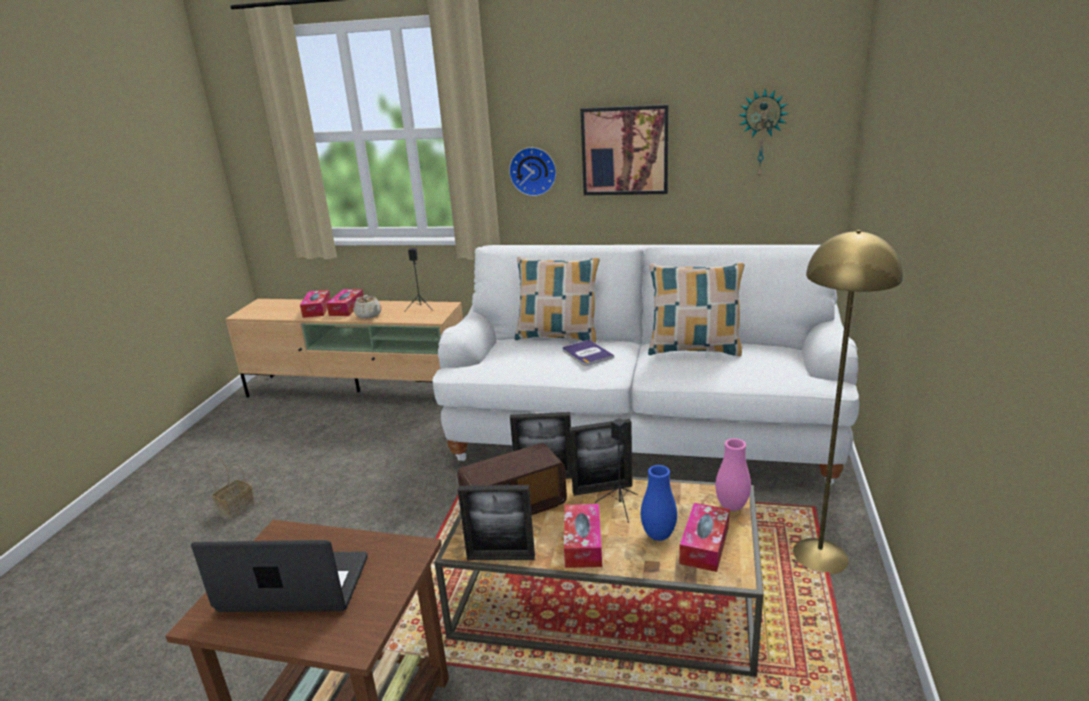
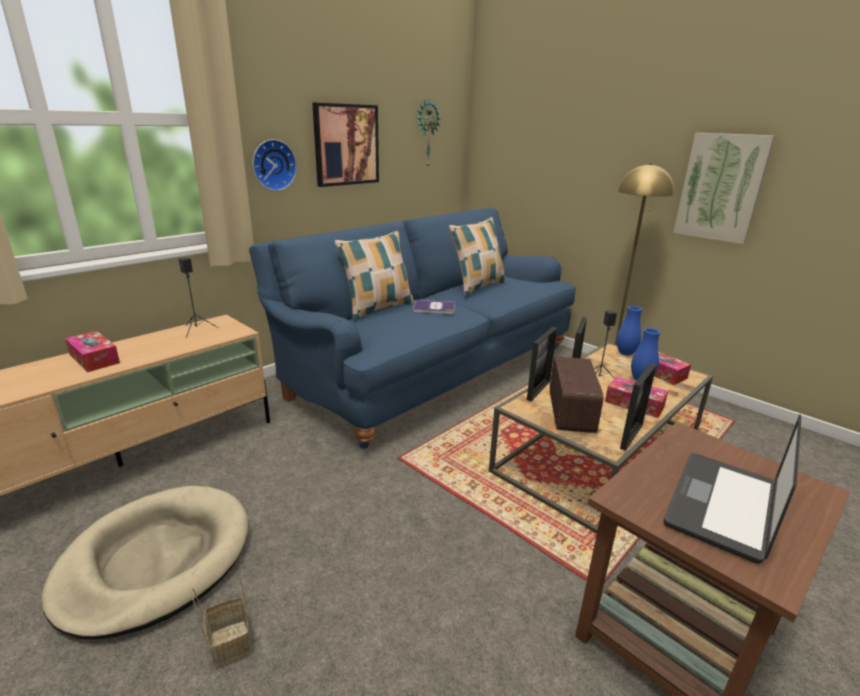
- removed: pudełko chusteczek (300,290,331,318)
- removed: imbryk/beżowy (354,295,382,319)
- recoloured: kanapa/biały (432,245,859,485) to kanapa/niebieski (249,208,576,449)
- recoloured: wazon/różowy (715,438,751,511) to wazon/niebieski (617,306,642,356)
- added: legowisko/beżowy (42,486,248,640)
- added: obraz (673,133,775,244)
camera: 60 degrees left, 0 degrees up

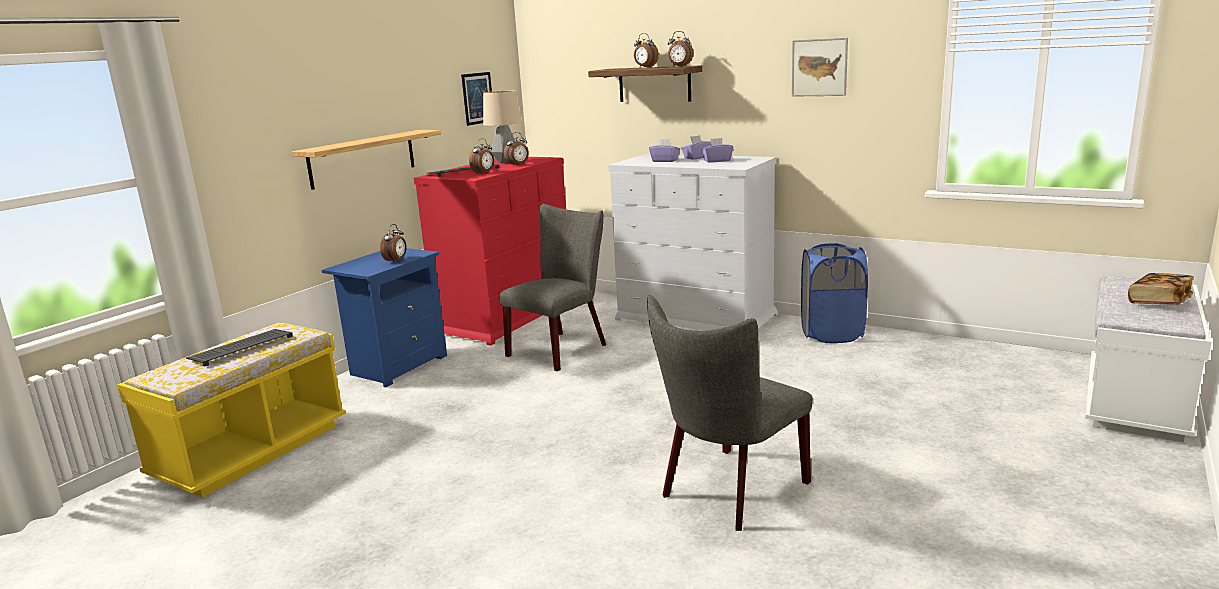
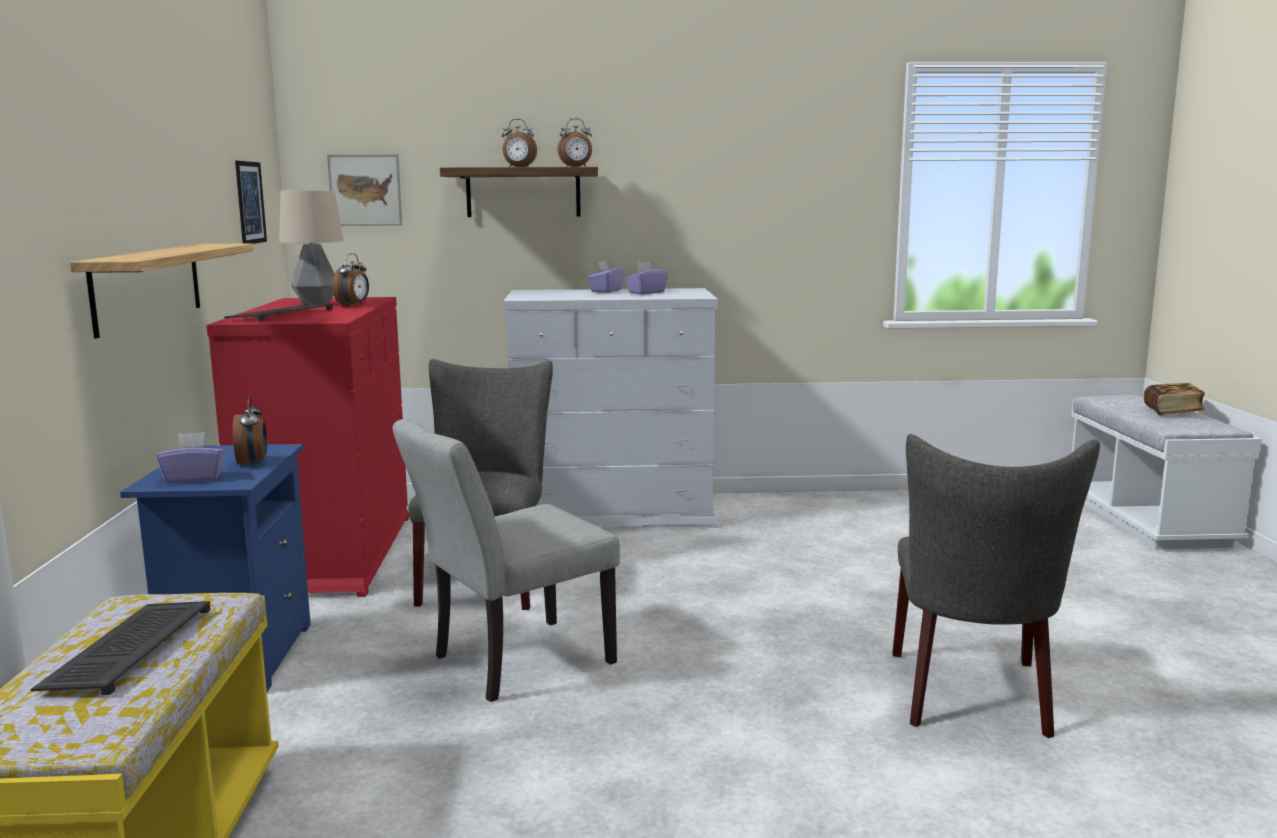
- removed: budzik (469,139,494,174)
- moved: pudełko chusteczek/fioletowy (649,139,680,162) to (156,432,226,483)
- moved: obraz (792,38,848,97) to (327,154,402,226)
- removed: kosz na pranie/niebieski (801,243,868,343)
- added: krzesło/szary (392,419,620,702)
camera: 35 degrees left, 5 degrees down

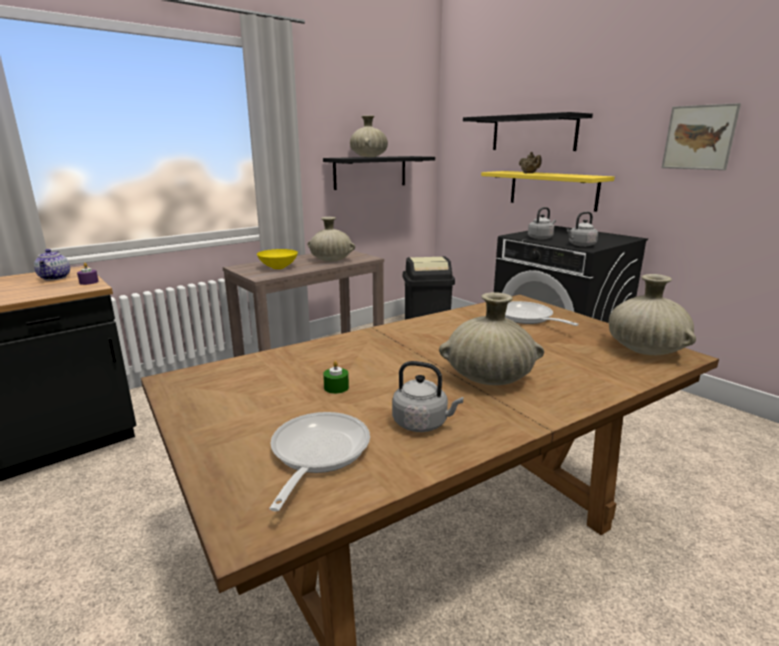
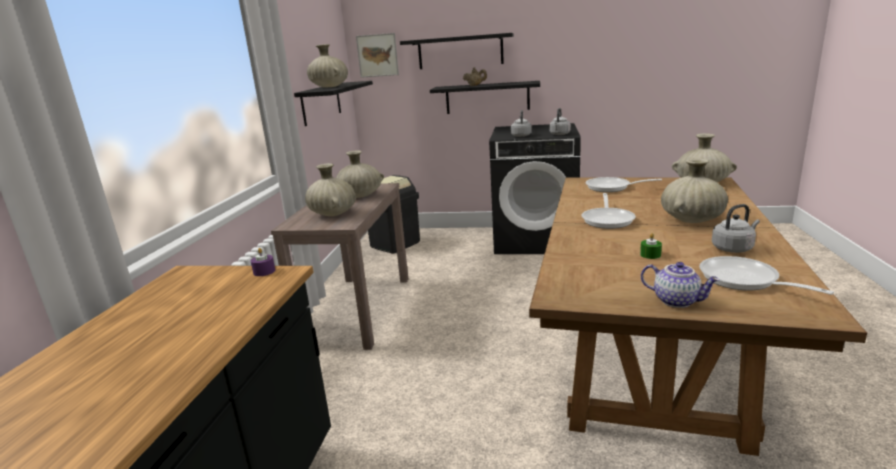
- moved: imbryk (34,249,70,280) to (641,262,720,308)
- replaced: miska/żółty (257,249,298,269) to wazon/beżowy (305,163,356,216)
- recoloured: półka/żółty (481,171,615,212) to półka/czarny (430,81,540,114)
- moved: obraz (662,103,741,170) to (356,33,399,78)
- added: patelnia (581,193,636,229)
camera: 40 degrees left, 0 degrees up

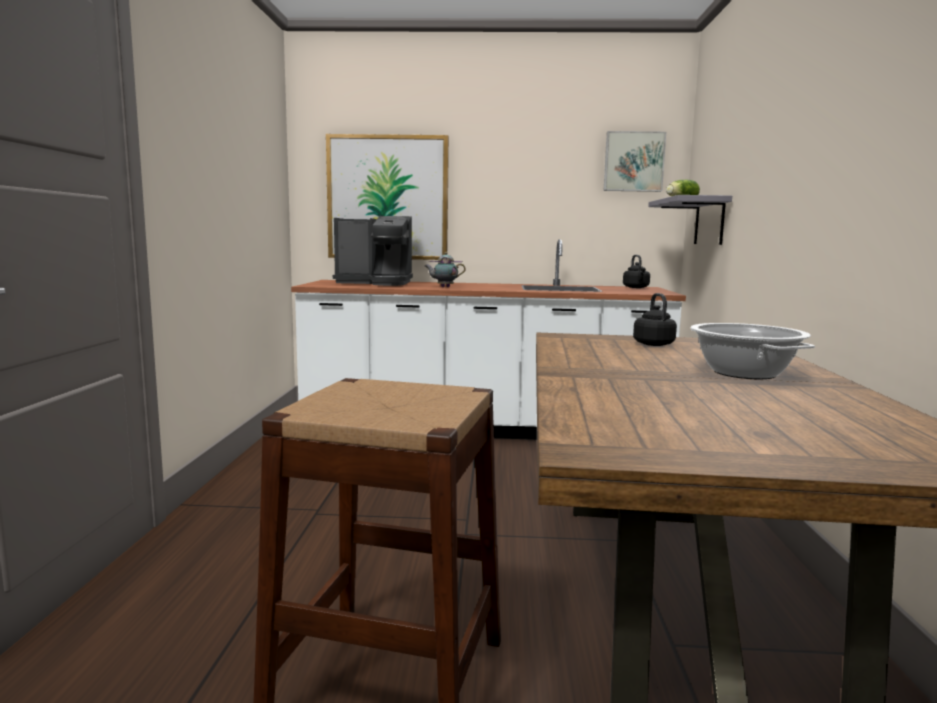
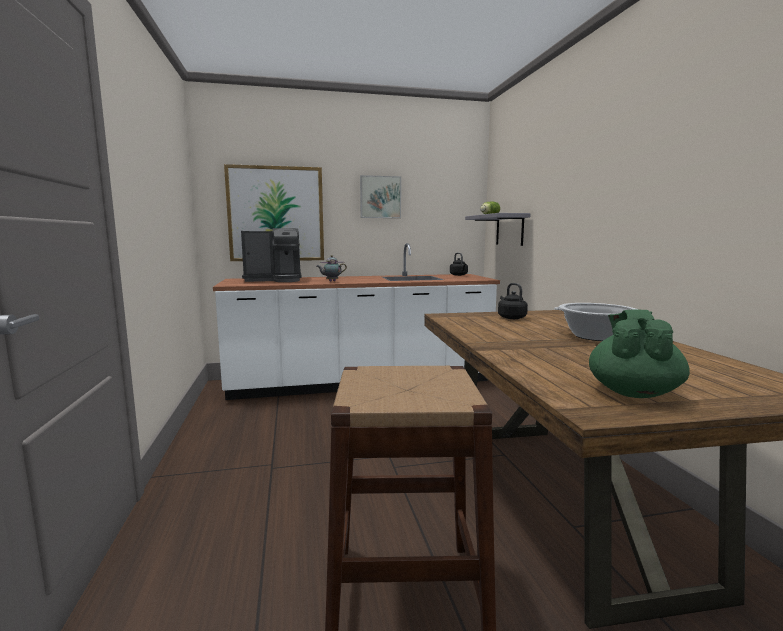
- moved: obraz (603,131,666,192) to (360,175,401,218)
- added: imbryk/zielony (589,309,690,398)
camera: 15 degrees left, 0 degrees up

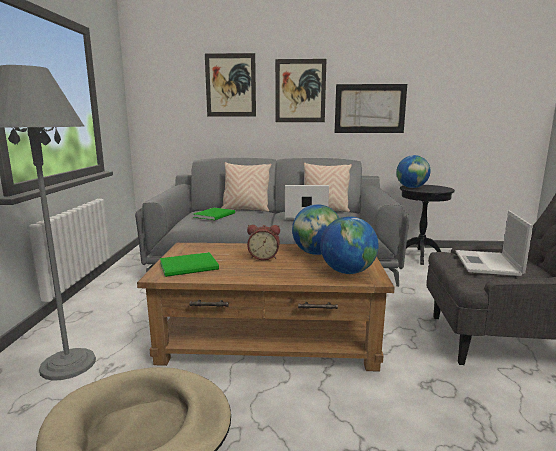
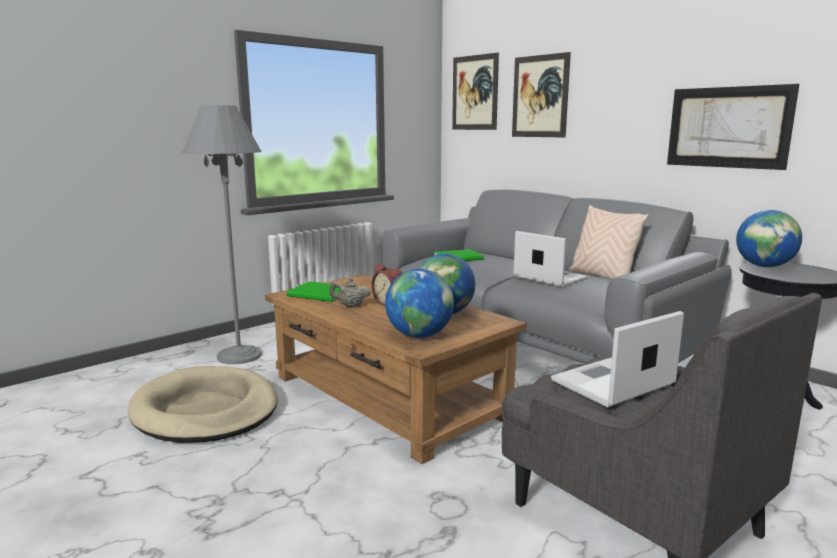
- removed: poduszka/beżowy (222,162,271,212)
- moved: obraz (275,59,326,122) to (452,53,499,130)
- added: imbryk/beżowy (329,278,371,307)
camera: 45 degrees right, 0 degrees up

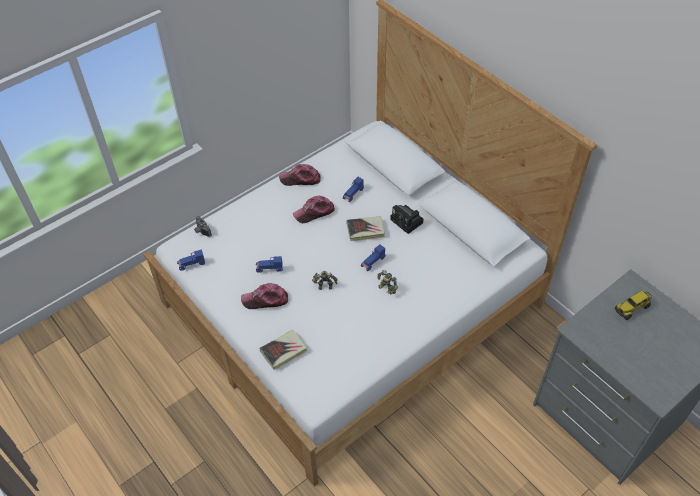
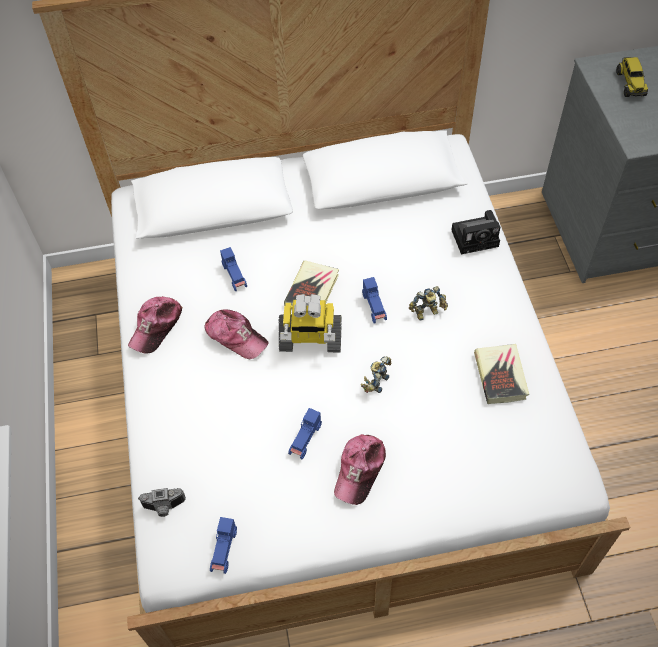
- moved: książka (260,329,307,370) to (474,344,529,404)
- turned: czapka z daszkiem (293,196,335,223) = (204,309,269,359) 60 degrees counterclockwise
- moved: aparat fotograficzny (390,205,423,234) to (451,210,501,254)
- added: robot zabawkowy (279,294,342,353)
camera: 60 degrees left, 5 degrees up

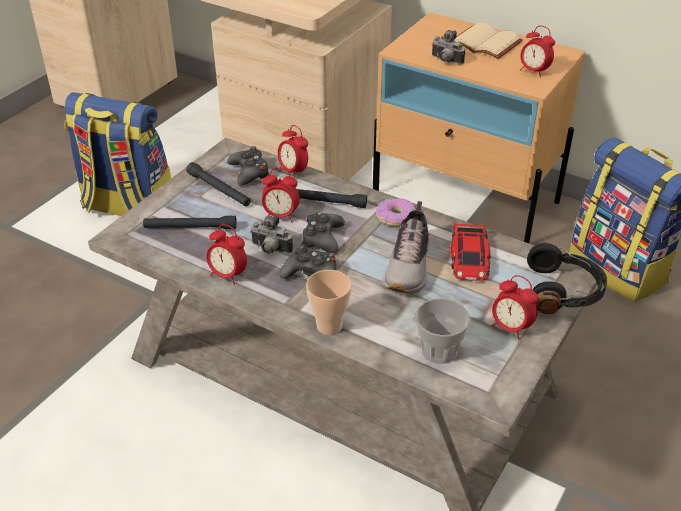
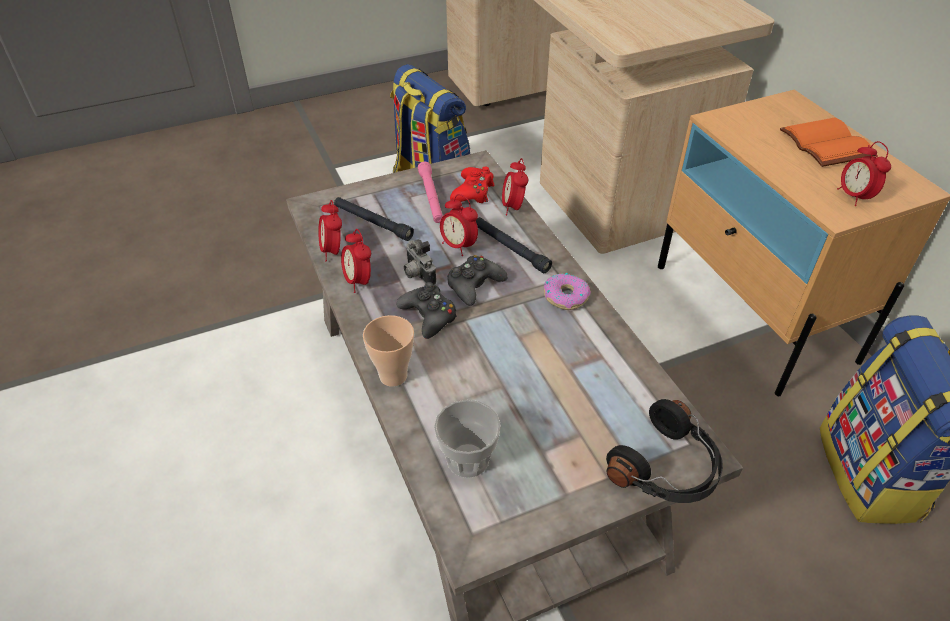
- recoloured: latarka/czarny (186,162,251,206) to latarka/różowy (418,161,443,223)
- recoloured: pad do gier/czarny (227,146,270,186) to pad do gier/czerwony (450,166,494,203)
- removed: but (382,201,429,293)
- removed: aparat fotograficzny (432,30,465,64)
- removed: samochodzik (450,224,491,281)
- recoloured: książka/beżowy (454,23,523,59) to książka/pomarańczowy (780,118,875,167)
- moved: budzik (492,275,539,340) to (318,200,342,261)
camera: 35 degrees right, 5 degrees up

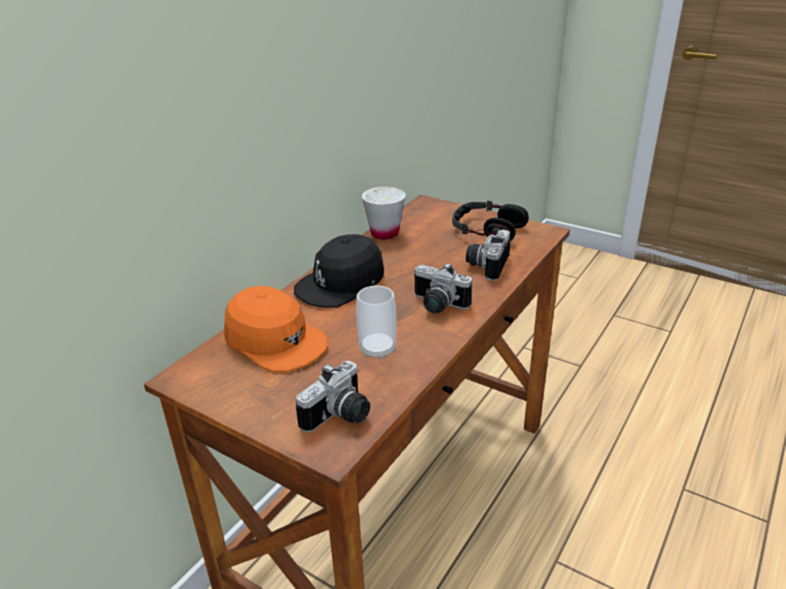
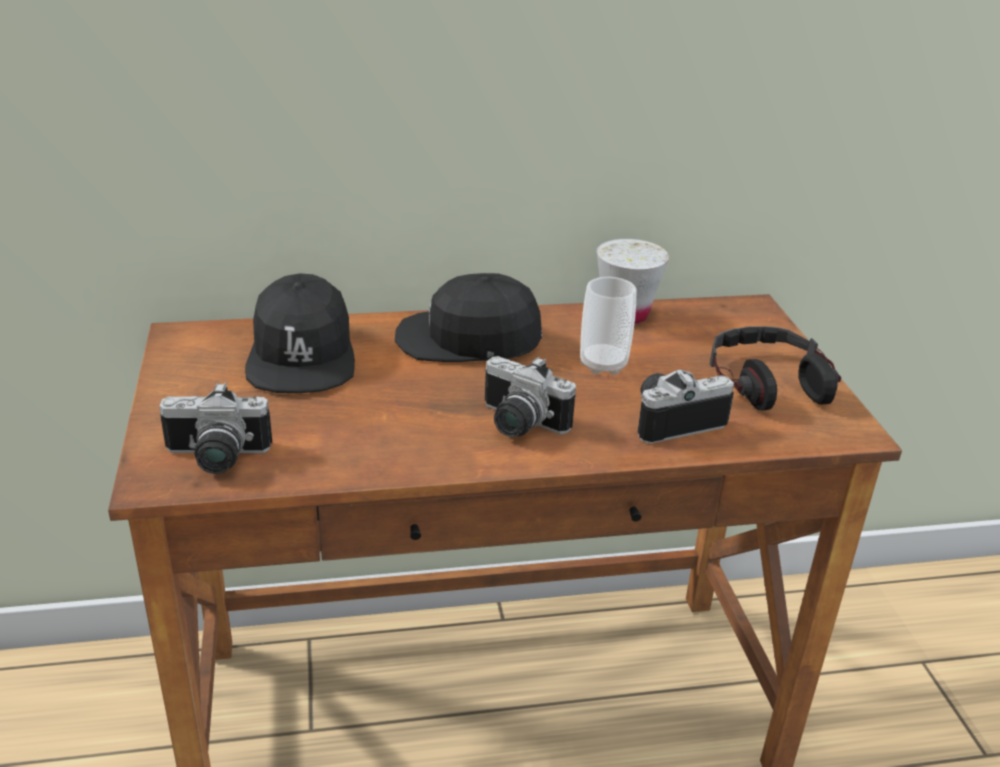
- recoloured: czapka z daszkiem/pomarańczowy (224,286,328,372) to czapka z daszkiem/czarny (245,273,355,393)
- moved: filiżanka (356,286,396,359) to (580,277,637,375)
- turned: aparat fotograficzny (414,263,472,314) = (484,356,576,437) 45 degrees counterclockwise
camera: 45 degrees right, 0 degrees up

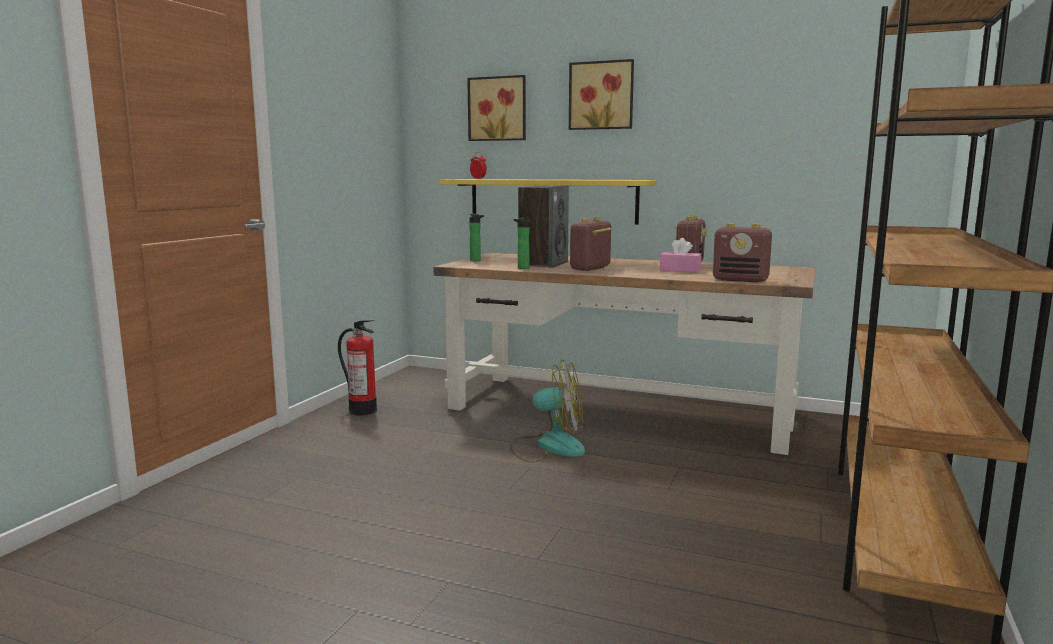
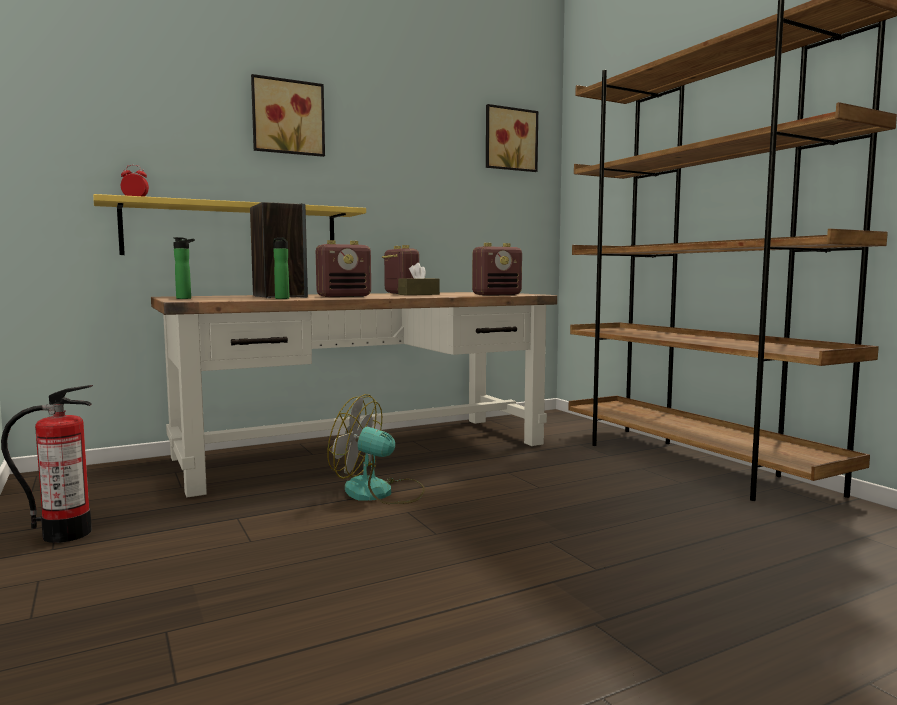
- moved: obraz (467,75,526,141) to (486,104,538,172)
- turned: wentylator (511,359,585,462) = (328,394,425,504) 120 degrees counterclockwise
- turned: radio (570,217,611,271) = (316,240,371,297) 105 degrees counterclockwise
- recoloured: pudełko chusteczek/różowy (660,238,701,272) to pudełko chusteczek/brązowy (398,263,440,295)
camera: 50 degrees left, 5 degrees down

